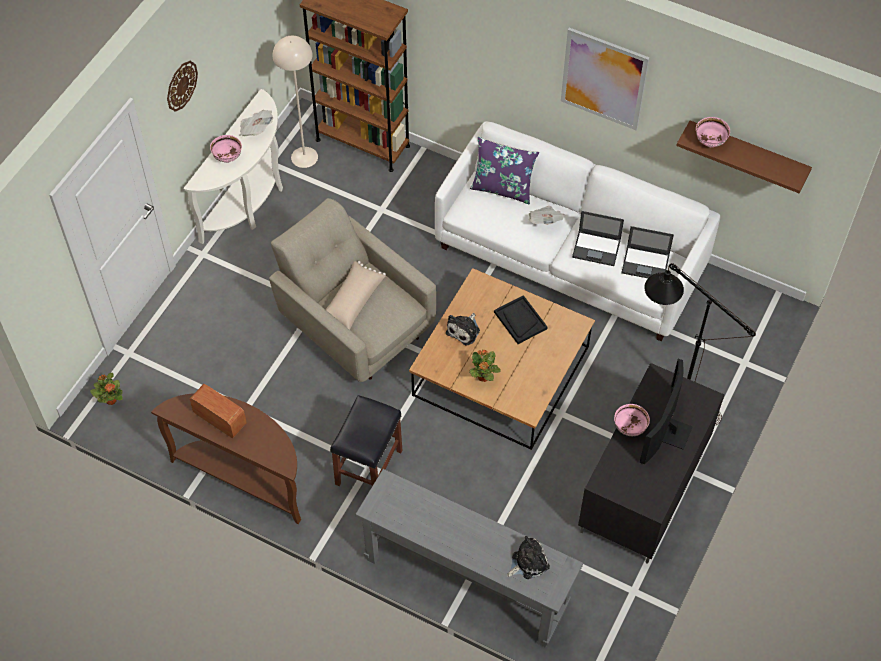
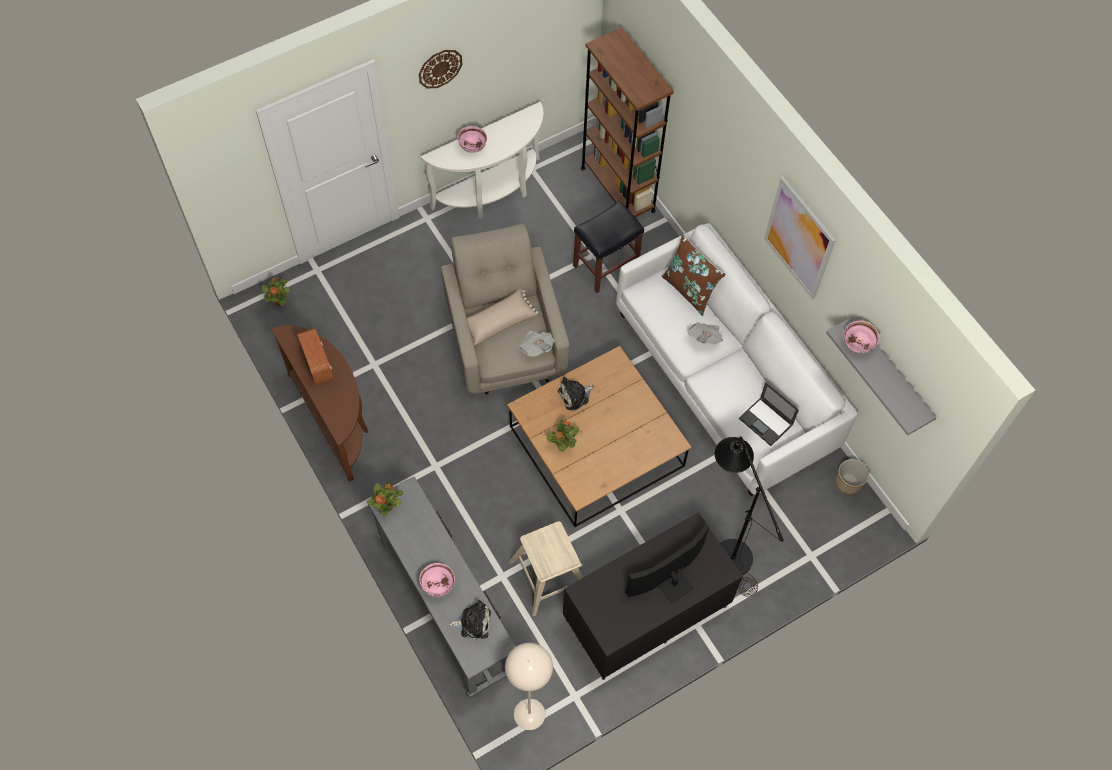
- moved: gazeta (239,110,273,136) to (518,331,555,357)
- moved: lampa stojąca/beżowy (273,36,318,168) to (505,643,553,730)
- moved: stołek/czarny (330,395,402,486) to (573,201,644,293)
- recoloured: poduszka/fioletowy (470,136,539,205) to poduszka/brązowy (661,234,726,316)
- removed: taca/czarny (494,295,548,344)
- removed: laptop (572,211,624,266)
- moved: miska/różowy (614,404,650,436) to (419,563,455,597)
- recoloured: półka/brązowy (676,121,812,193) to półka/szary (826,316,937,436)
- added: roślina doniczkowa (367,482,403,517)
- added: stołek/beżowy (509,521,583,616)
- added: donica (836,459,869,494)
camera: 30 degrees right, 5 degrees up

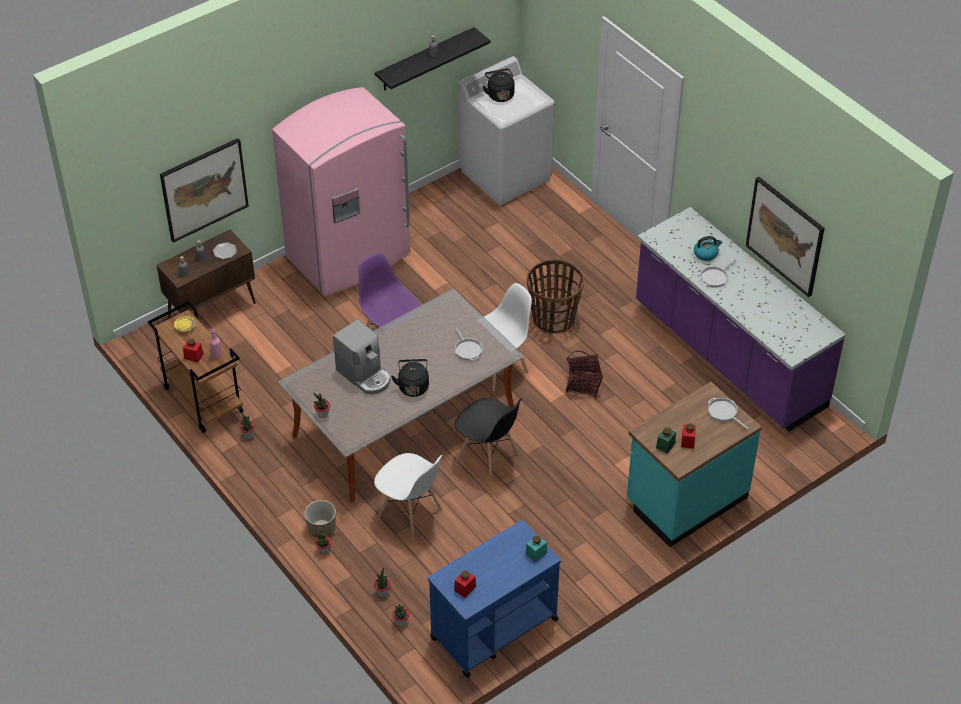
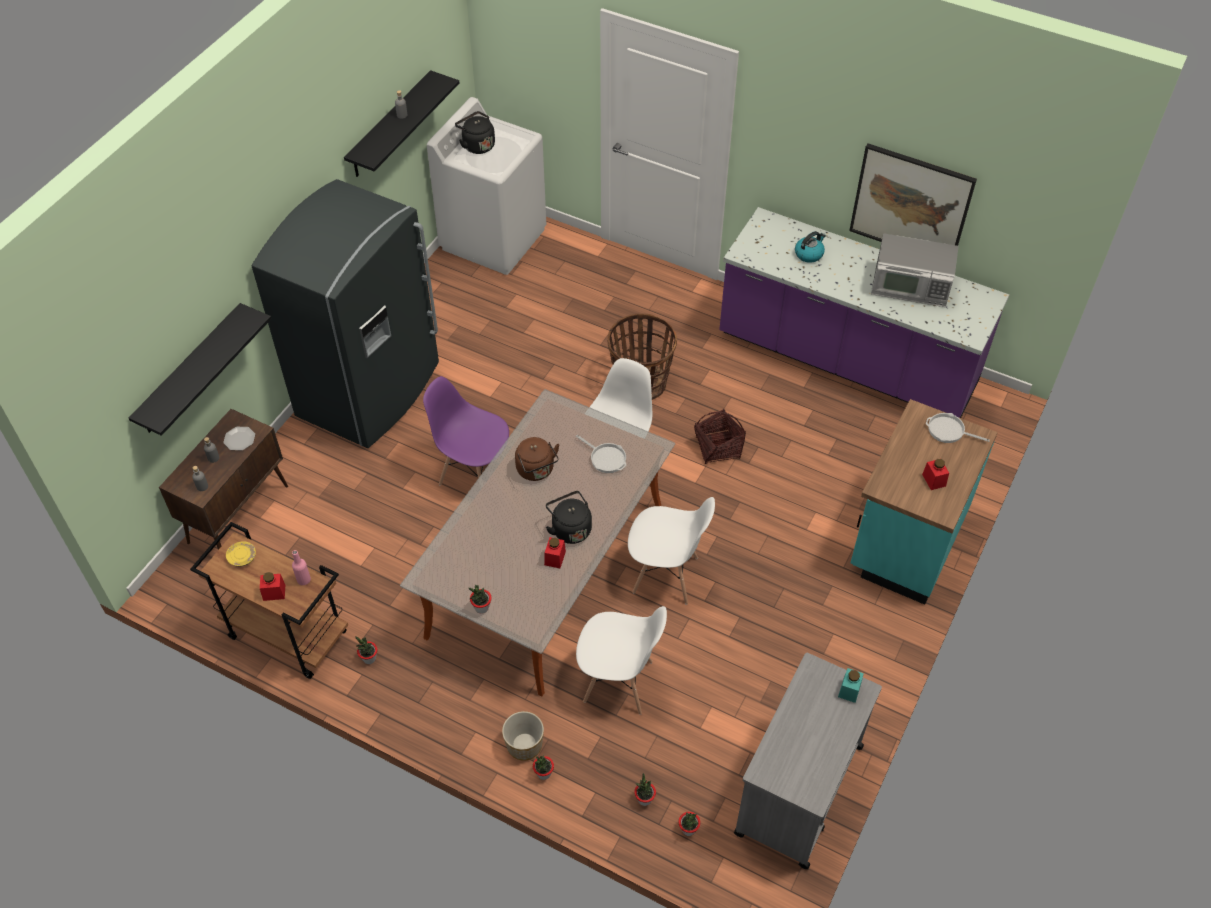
- replaced: obraz (160,138,249,243) to półka/czarny (129,303,271,436)
- recoloured: lodówka/różowy (272,87,410,296) to lodówka/szary (252,179,439,448)
- removed: ekspres do kawy (333,319,390,394)
- recoloured: wózek/niebieski (428,520,561,678) to wózek/szary (734,653,882,869)
- moved: słoik/czerwony (454,570,476,598) to (544,537,566,568)
- recoloured: krzesło/czarny (455,398,522,482) to krzesło/biały (628,497,715,605)
- removed: słoik/zielony (656,427,676,454)
- removed: patelnia (701,259,736,288)
- added: czajnik/brązowy (515,437,559,481)
- added: mikrofalówka (871,233,959,307)
camera: 25 degrees left, 5 degrees up

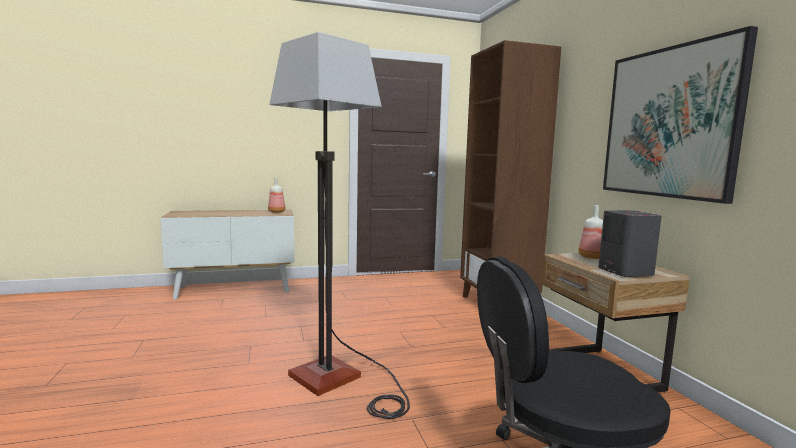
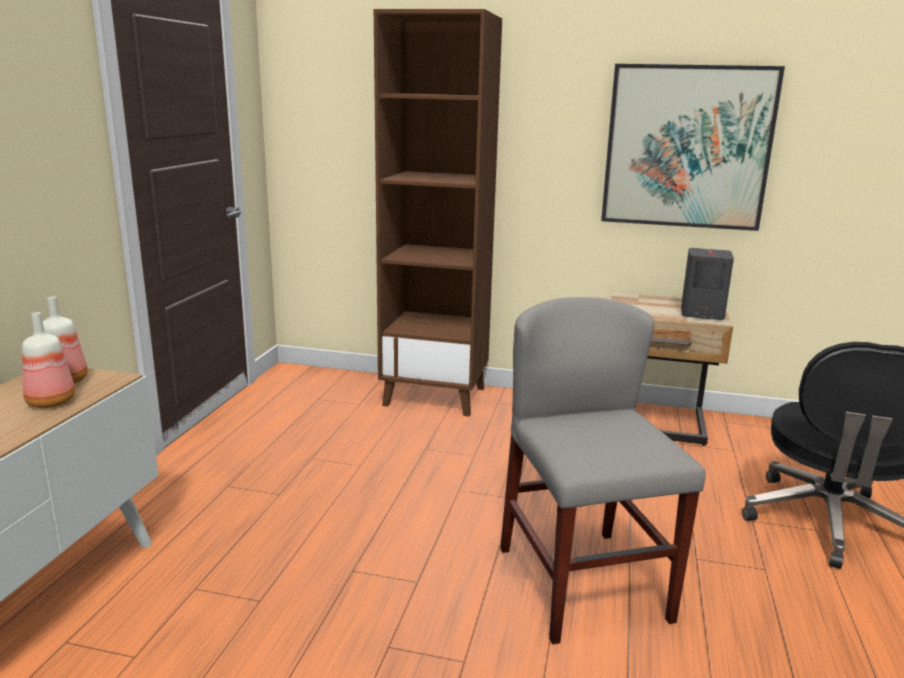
- replaced: lampa stojąca (269,32,410,419) to krzesło/szary (500,297,706,644)
- moved: butelka (578,205,603,259) to (22,312,75,408)
camera: 60 degrees left, 10 degrees up

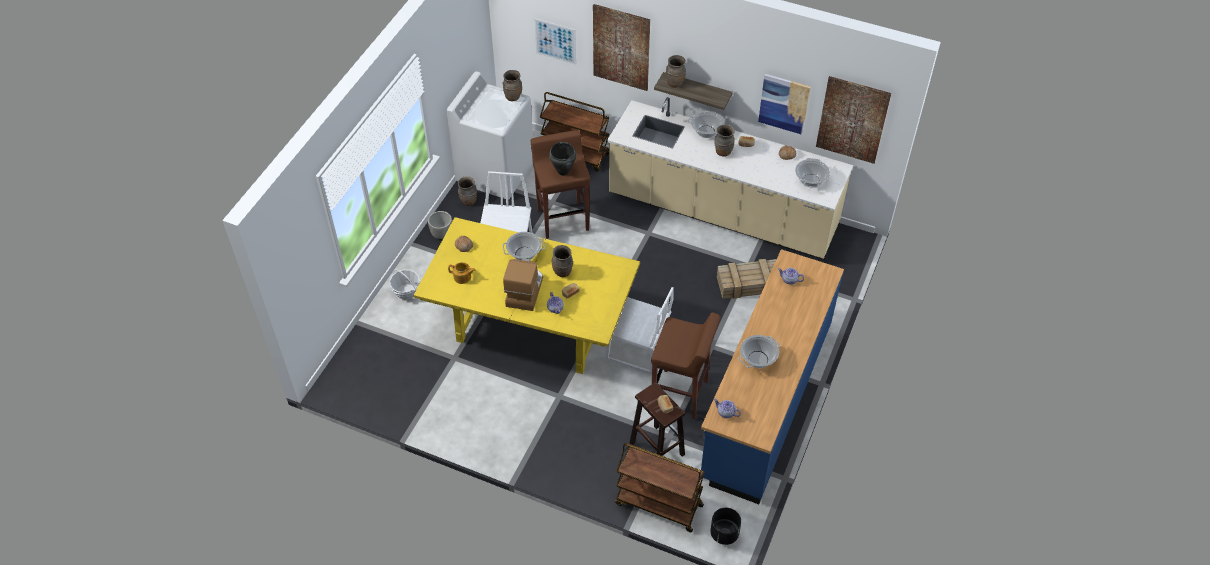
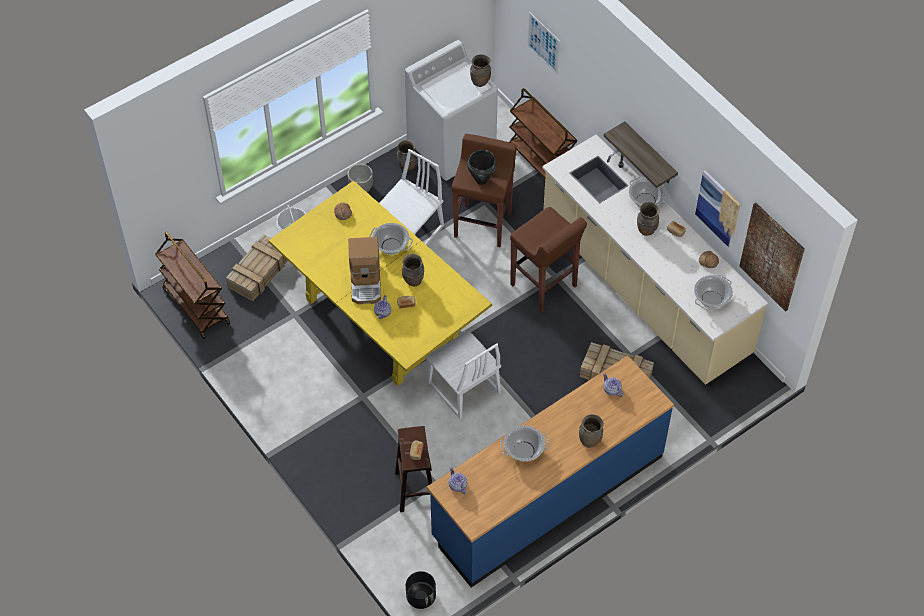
- removed: imbryk (448,262,476,284)
- turned: ekspres do kawy (503,258,543,311) = (348,237,381,304) 135 degrees clockwise
- removed: obraz (593,4,650,91)
- moved: wózek/brązowy (615,443,705,532) to (155,232,230,339)
- moved: stołek/brązowy (651,312,721,419) to (510,207,587,313)
- moved: wazon/brązowy (666,55,686,88) to (579,414,604,448)
- added: skrzynka (226,234,288,301)
camera: 30 degrees right, 5 degrees up

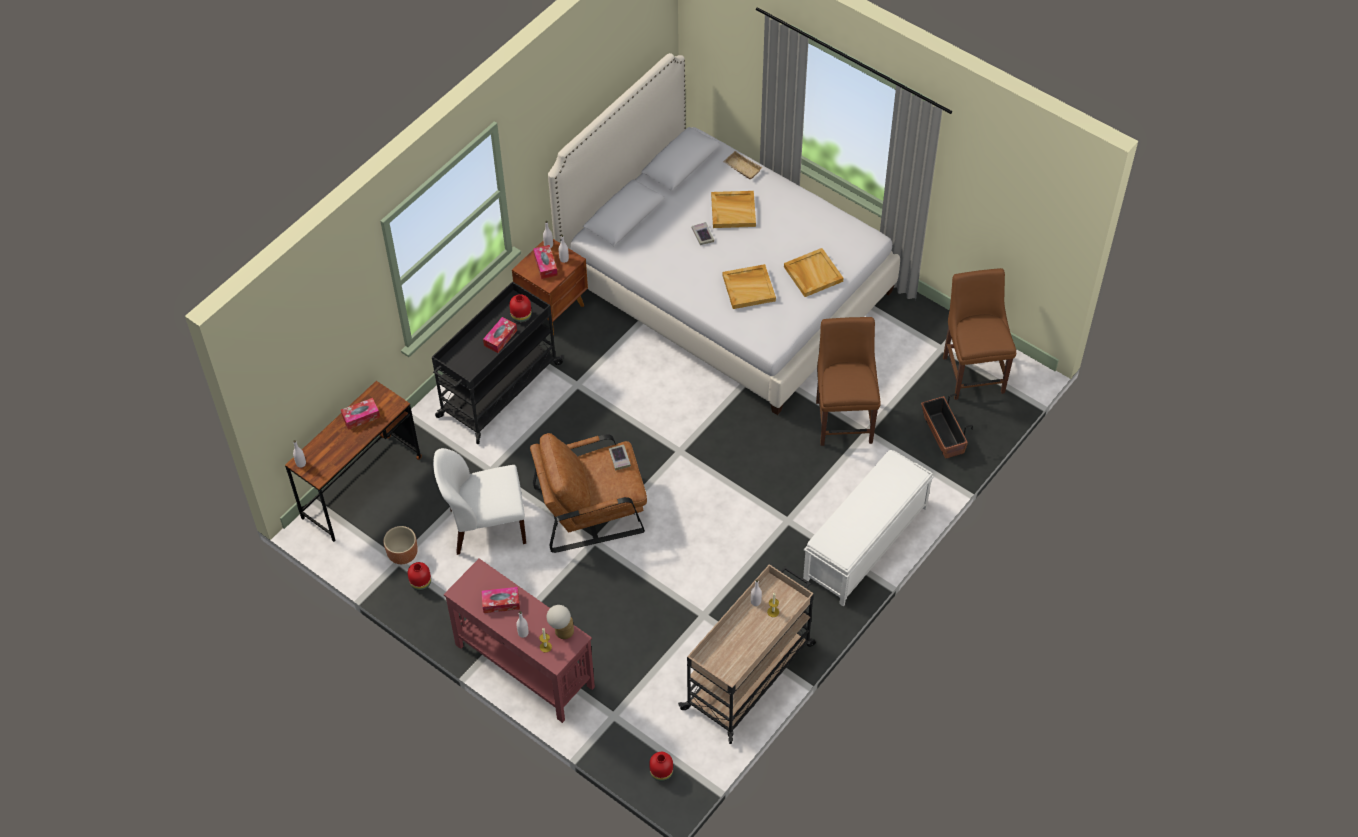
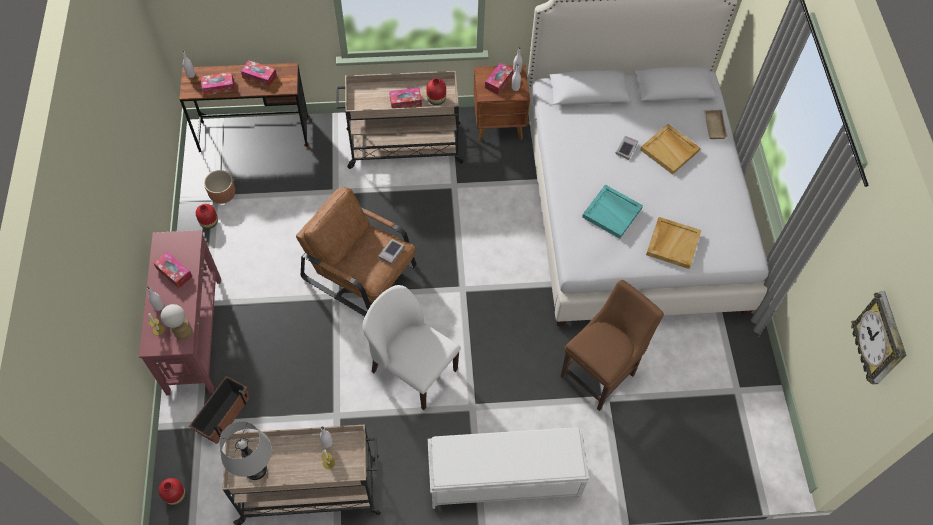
- recoloured: wózek/czarny (432,281,564,444) to wózek/beżowy (337,71,465,169)
- moved: krzesło/biały (433,448,526,555) to (363,285,461,410)
- recoloured: taca/beżowy (723,264,776,309) to taca/turkusowy (582,185,643,239)
- moved: donica (921,393,973,459) to (189,376,249,444)
- removed: krzesło/brązowy (943,268,1016,400)
- added: pudełko chusteczek (201,72,235,96)
- added: lampa stołowa/szary (219,421,272,480)
- added: zegar ścienny (851,291,906,384)
camera: 45 degrees right, 5 degrees up

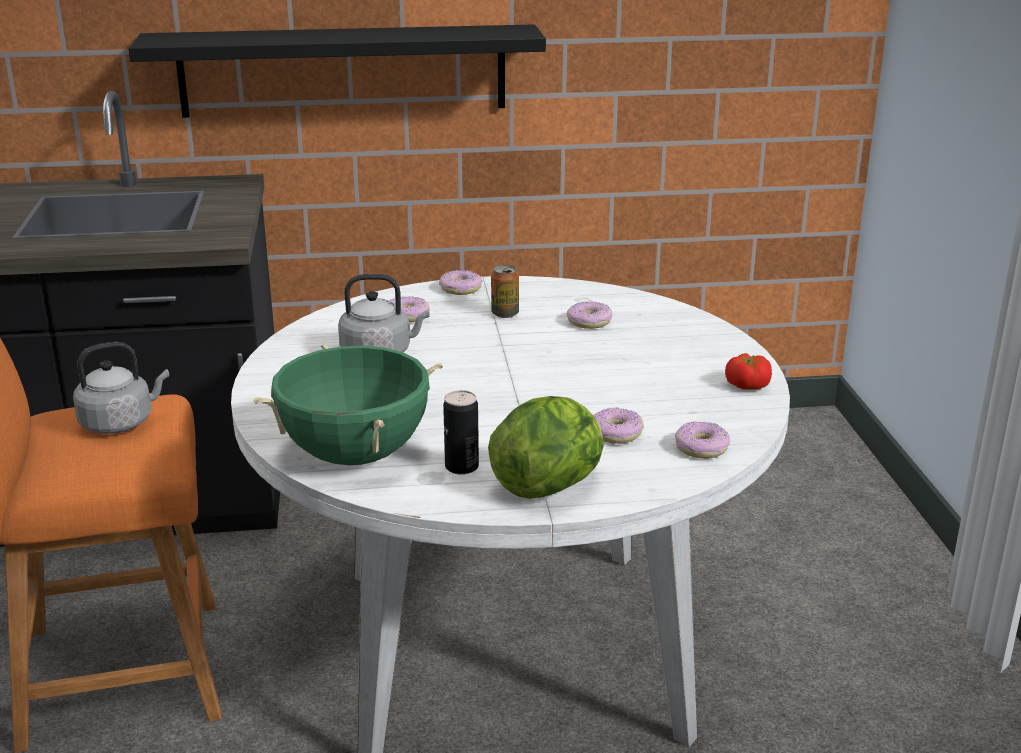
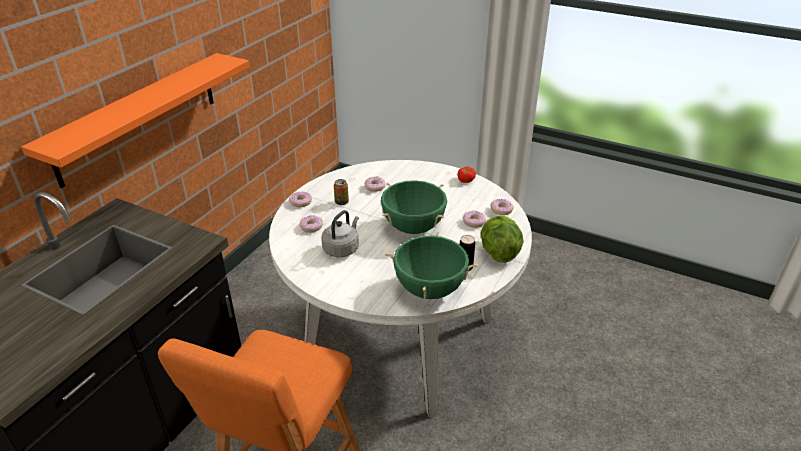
- removed: czajnik/szary (73,342,169,434)
- recoloured: półka/czarny (128,24,546,118) to półka/pomarańczowy (21,53,250,188)
- added: garnek/zielony (381,180,447,234)
camera: 55 degrees left, 10 degrees up

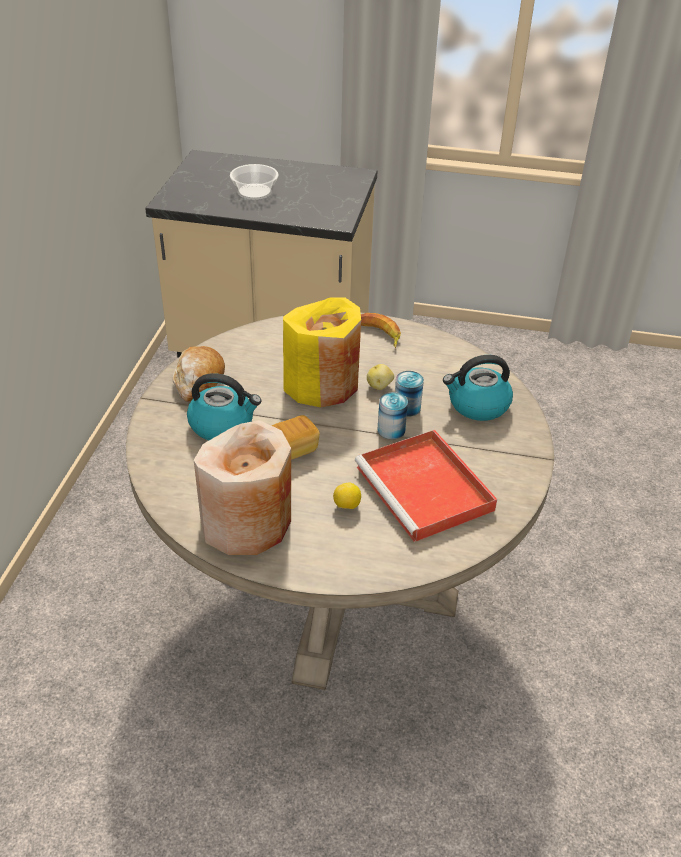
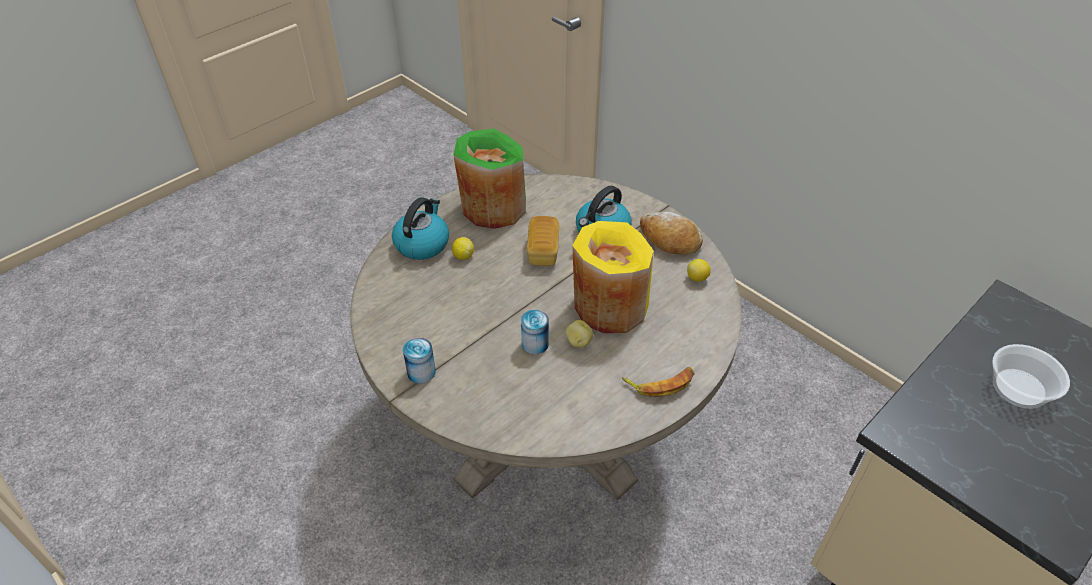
- recoloured: wazon/beżowy (194,420,291,555) to wazon/zielony (453,129,526,229)
- removed: taca/czerwony (355,430,497,542)
- moved: puszka (377,392,408,439) to (403,337,436,384)
- moved: czajnik (443,355,513,421) to (392,197,449,260)
- added: cytryna (687,259,711,282)
camera: 125 degrees right, 5 degrees up

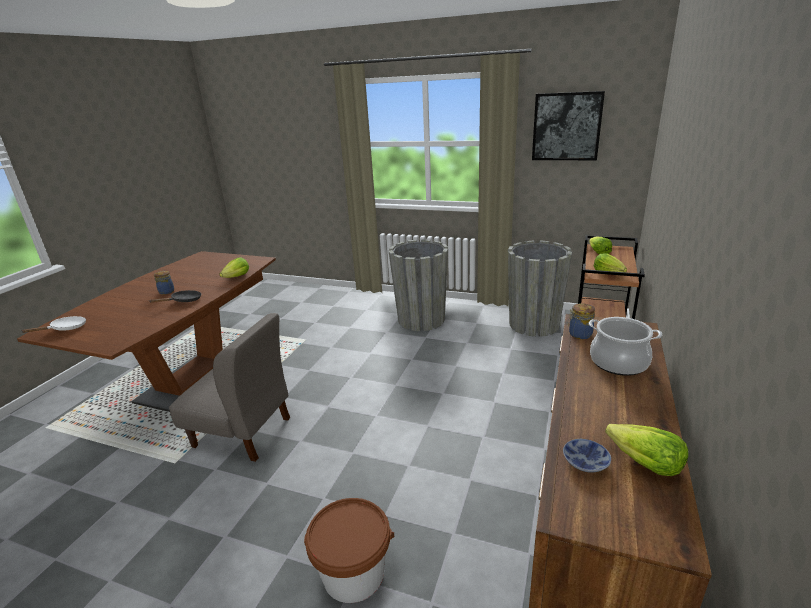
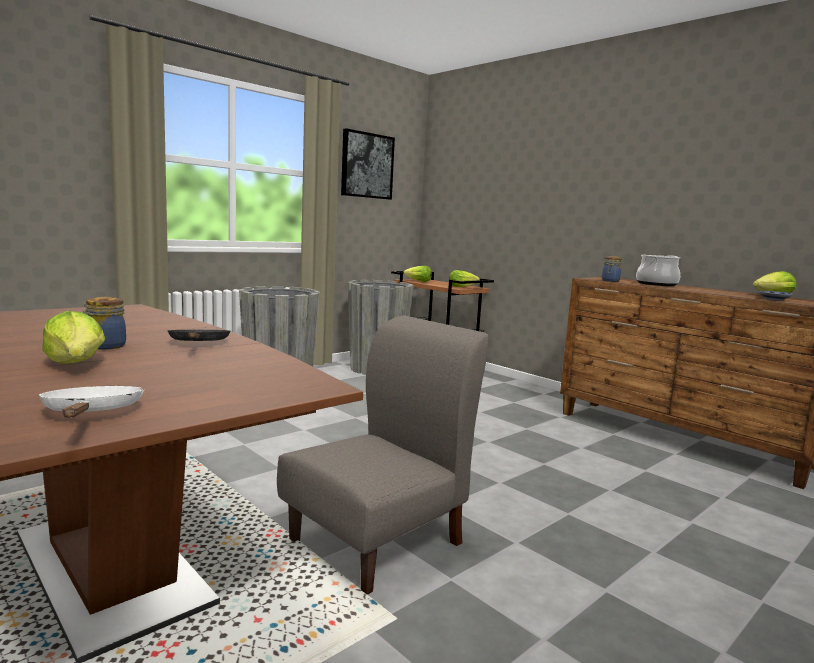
- moved: sałata (220,257,249,278) to (42,311,105,364)
- removed: wiadro/brązowy (304,498,394,603)
camera: 65 degrees left, 15 degrees down

